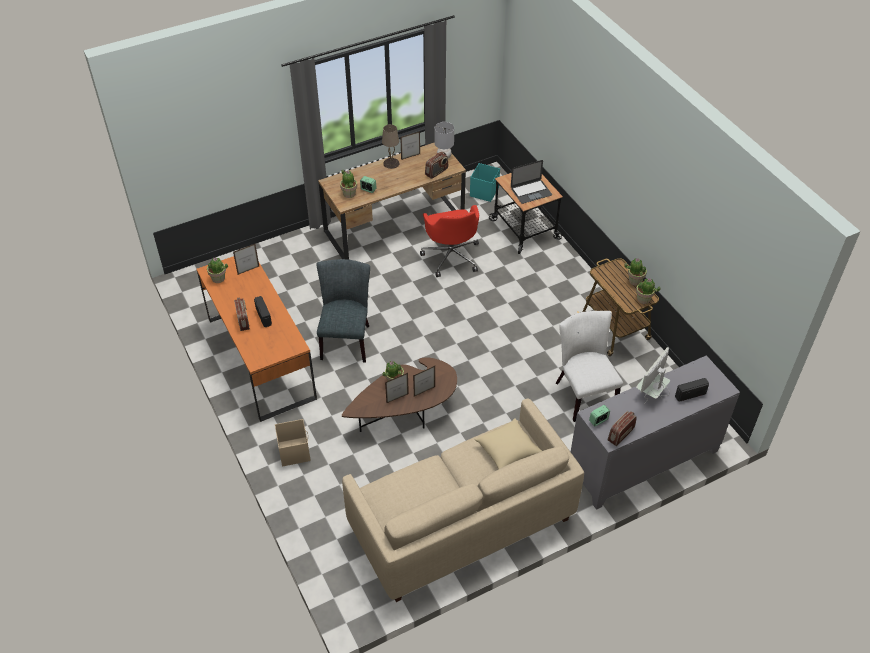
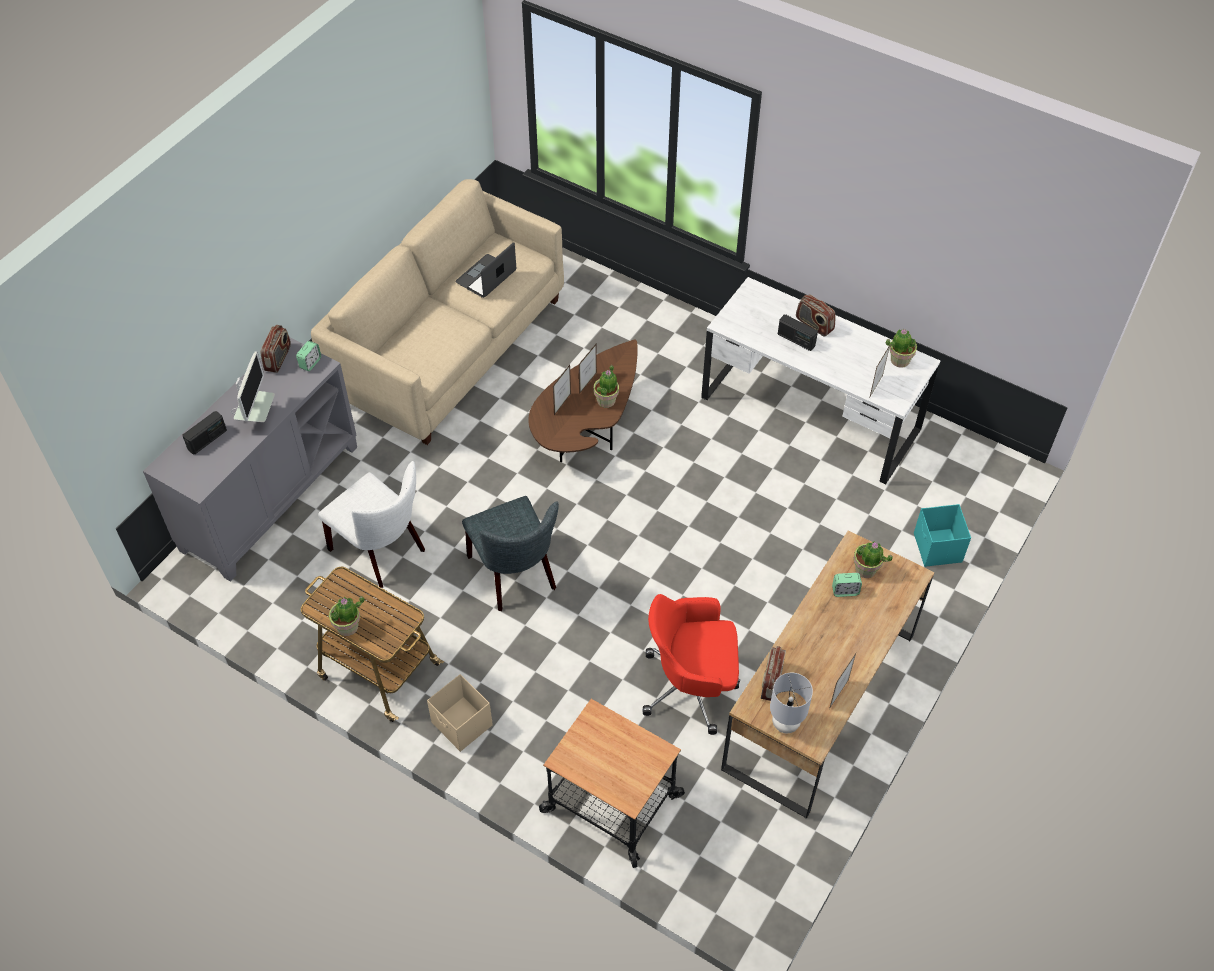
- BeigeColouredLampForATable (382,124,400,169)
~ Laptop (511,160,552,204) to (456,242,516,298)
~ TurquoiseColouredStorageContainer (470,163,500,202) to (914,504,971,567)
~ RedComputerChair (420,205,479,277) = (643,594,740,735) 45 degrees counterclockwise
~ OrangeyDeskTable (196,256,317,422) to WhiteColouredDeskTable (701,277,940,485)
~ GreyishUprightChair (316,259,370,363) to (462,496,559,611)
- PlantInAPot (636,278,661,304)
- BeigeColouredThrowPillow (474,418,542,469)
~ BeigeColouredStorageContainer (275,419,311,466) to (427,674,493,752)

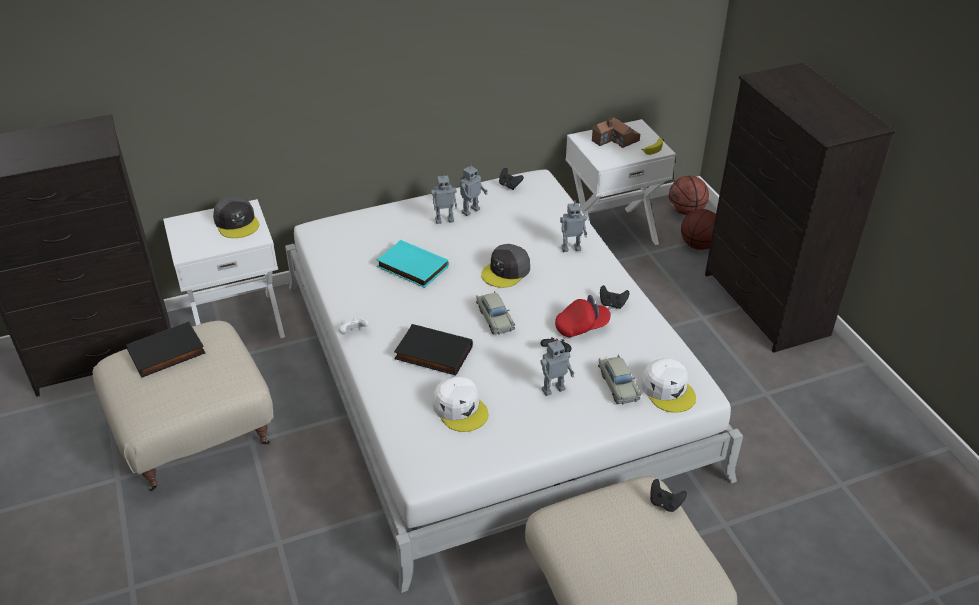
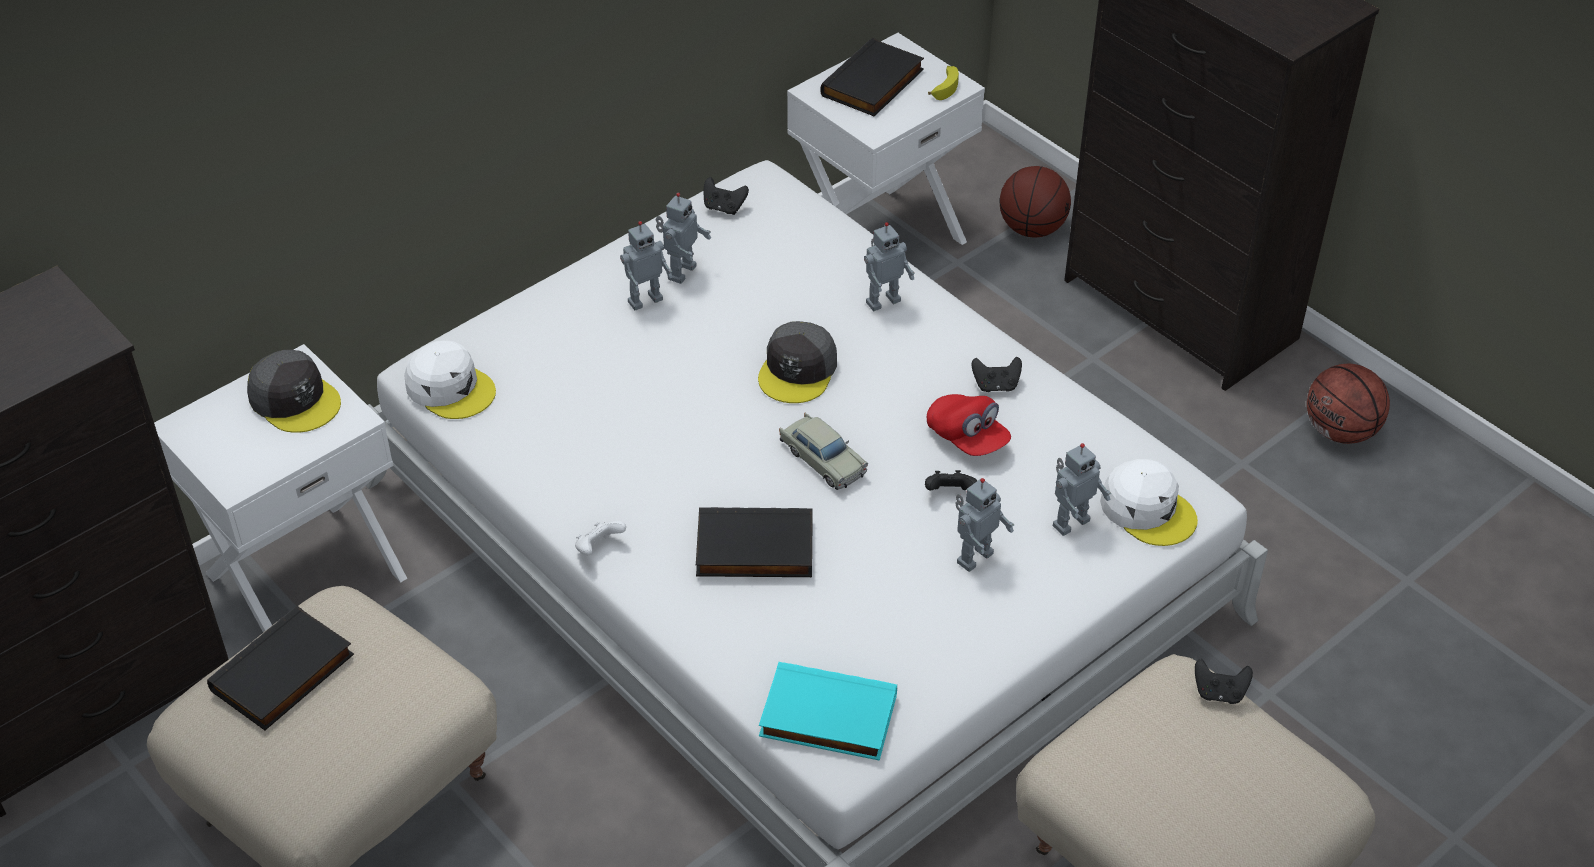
~ MiniatureHouse (591,117,640,148) to BlackBook (820,38,924,116)
~ Basketball (669,176,709,215) to (1307,364,1390,444)
~ TurquoiseColouredBook (377,240,449,288) to (759,662,897,761)
~ RedBaseballCap (555,295,611,337) = (927,394,1011,456) 90 degrees clockwise
~ BeigeColouredModelCar (598,355,641,405) to RobotFigure (1053,443,1111,536)
~ WhiteColouredBaseballCap (432,376,488,432) to (404,340,496,419)

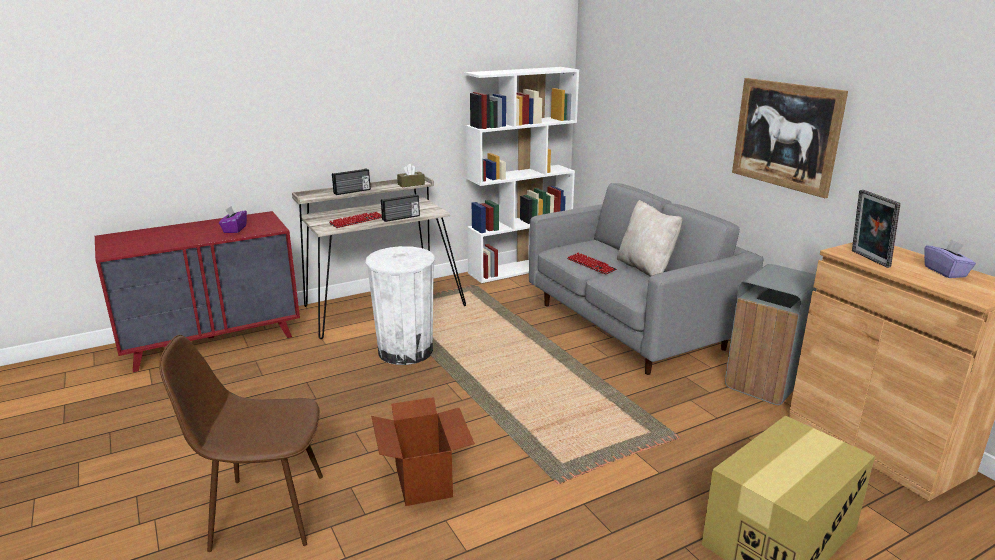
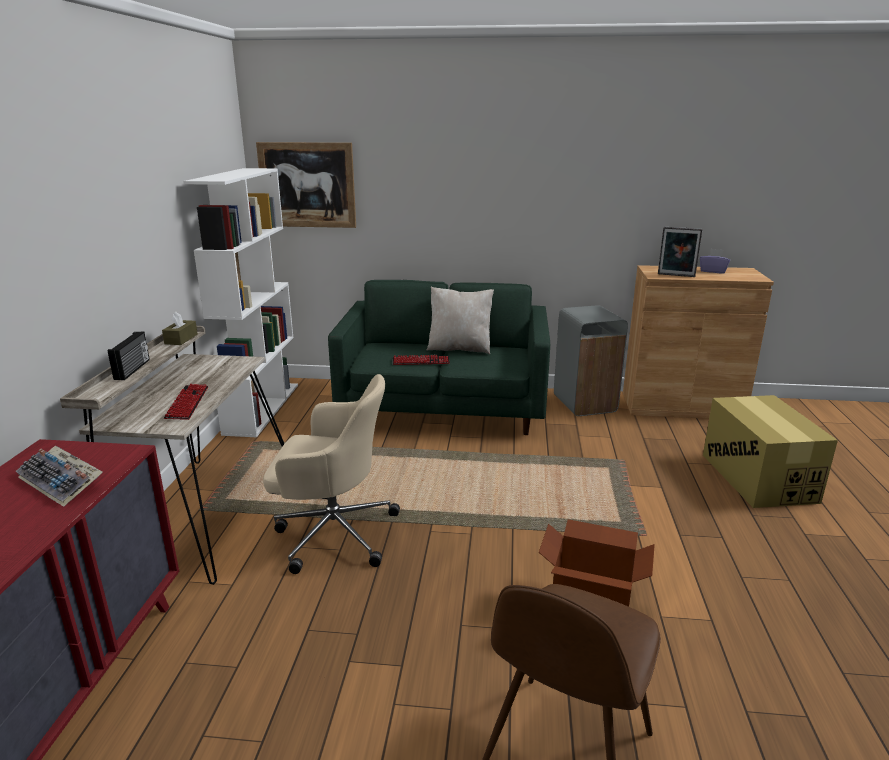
~ WallArt (732,78,848,198) to (256,142,356,228)
~ GreyishCouch (529,183,764,375) to GreenishCouch (328,280,550,435)
- RadioSet (381,194,420,222)
~ PurpleTissueBox (219,206,247,233) to ComputerKeyboard (16,446,103,507)
~ WhiteColouredRubbishBin (366,246,435,365) to BeigeColouredComputerChair (263,374,400,574)

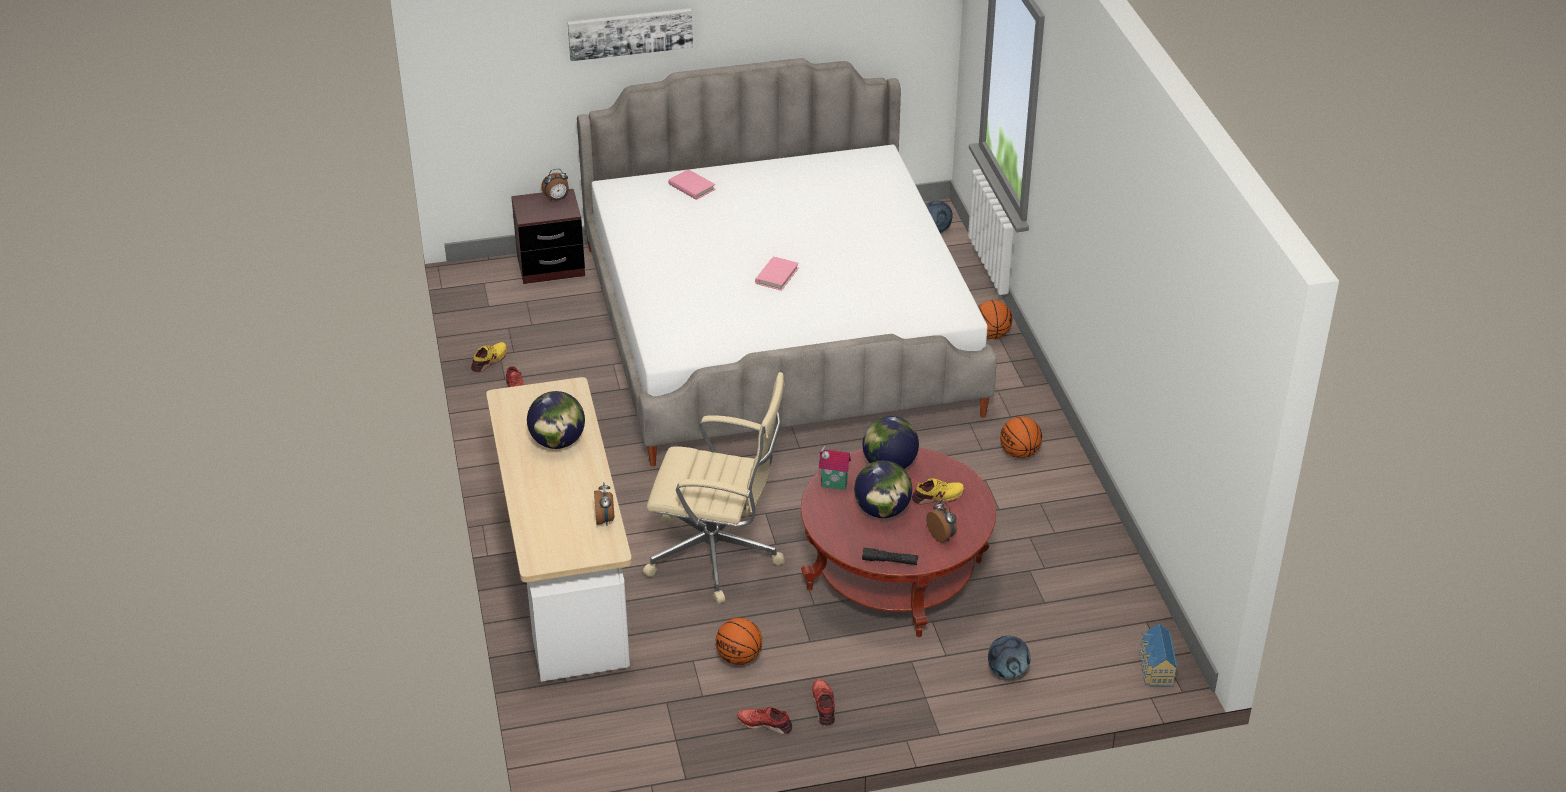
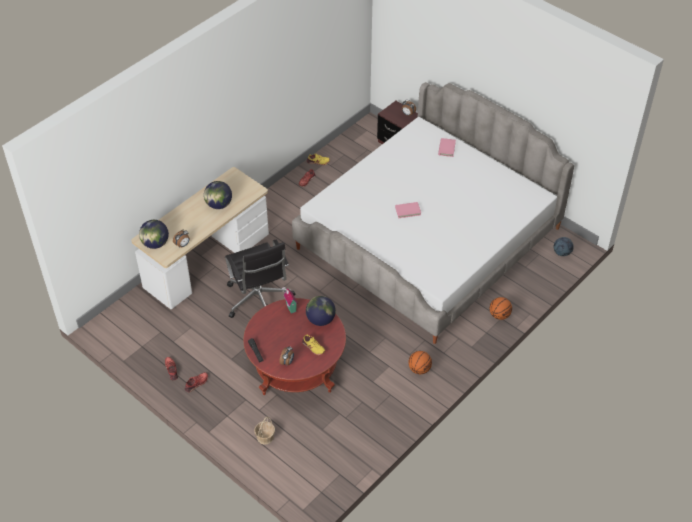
- WallArt (568,8,693,61)
~ BeigeColouredComputerChair (643,372,785,604) to BlackComputerChair (225,239,295,318)
~ Globe (854,460,912,518) to (139,220,169,249)
- Basketball (716,618,762,665)
- MiniatureHouse (1139,623,1177,687)
~ FootballBall (988,636,1031,679) to StorageBasket (254,417,275,445)

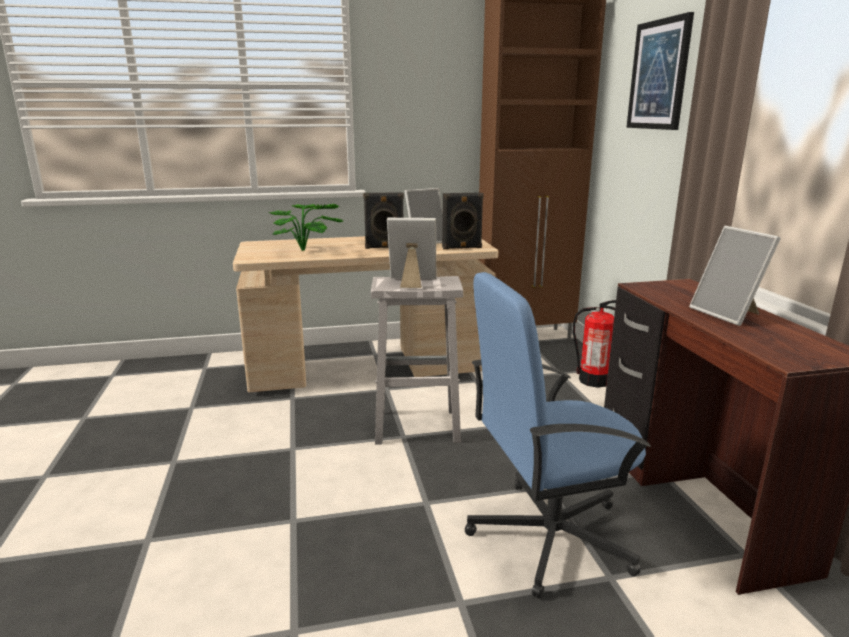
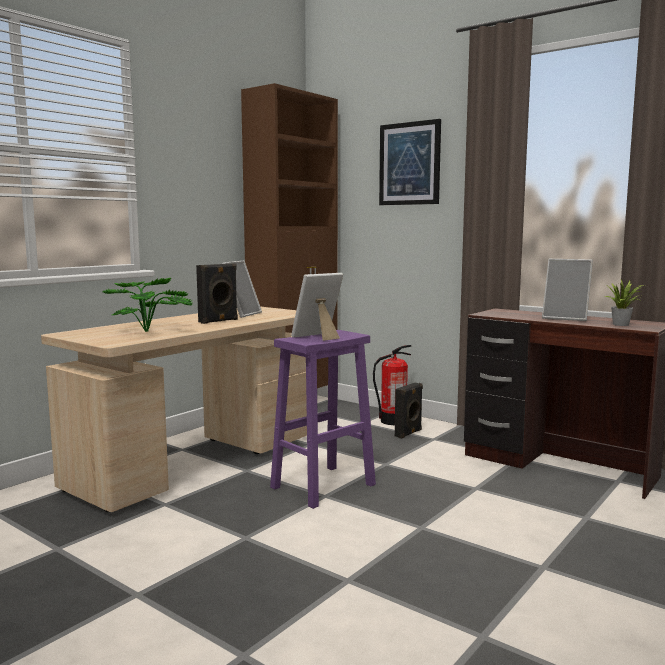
~ BlackAudioSpeaker (442,192,484,249) to (395,383,423,439)
- BlueComputerChair (465,272,651,598)
~ WhiteColouredStoolSeat (371,276,463,444) to PurpleStoolSeat (270,330,376,509)
+ PlantInAPot (603,280,644,326)

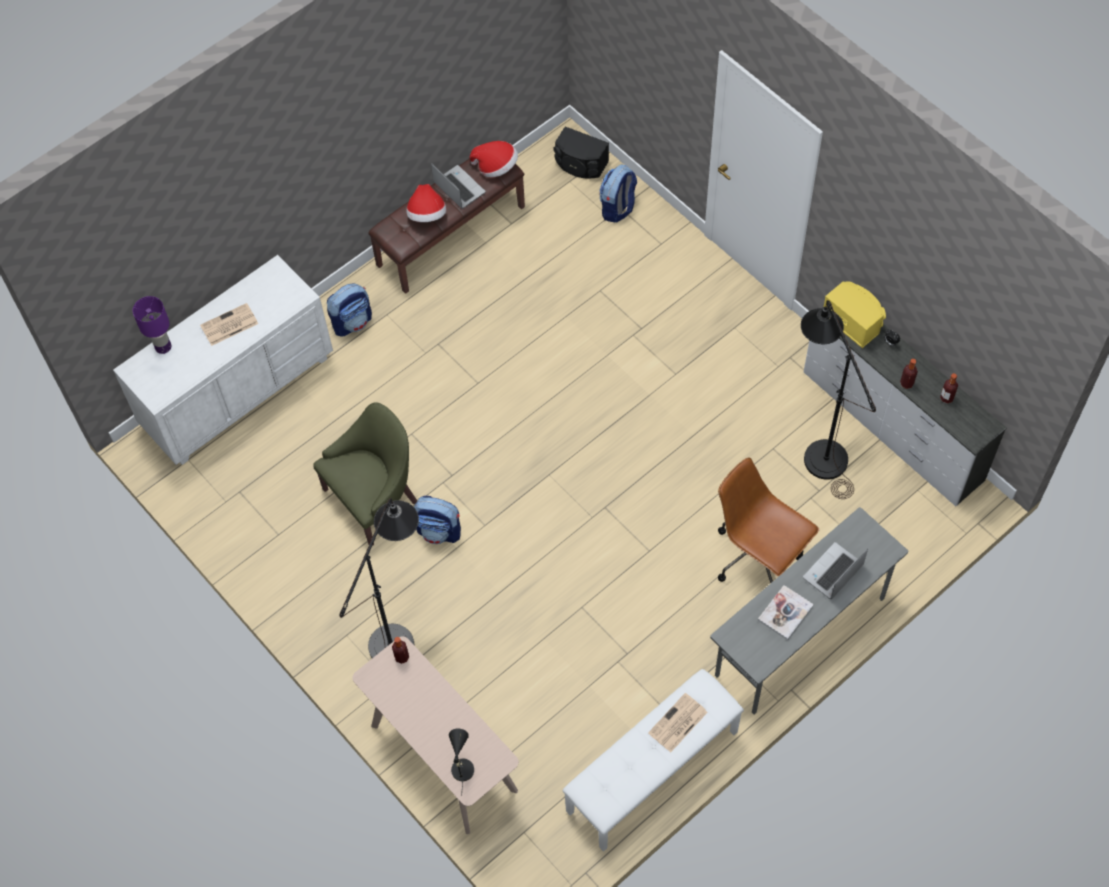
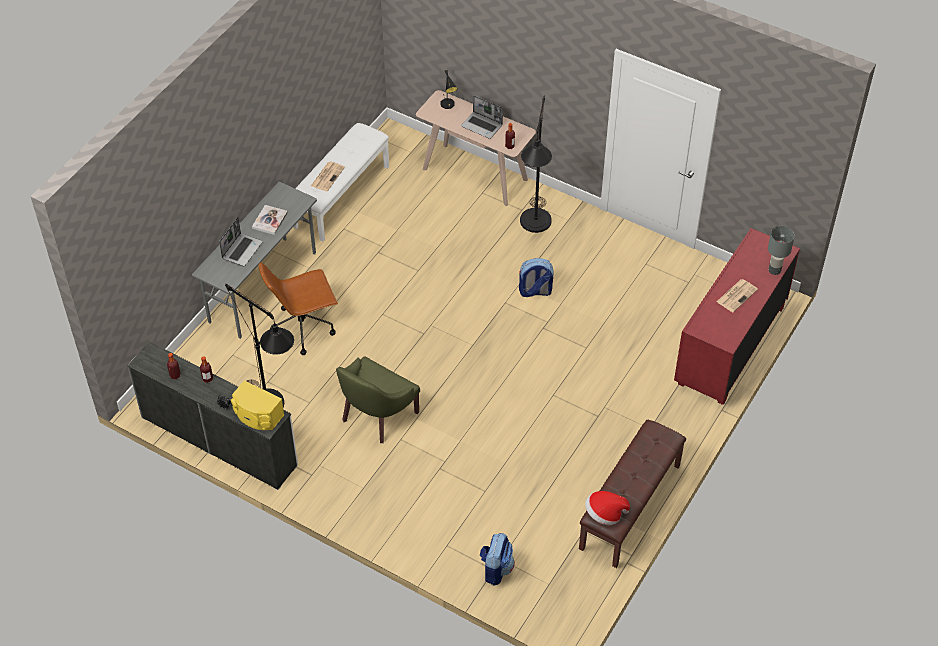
- BlackAudioSpeaker (553,126,609,179)
~ Laptop (431,163,486,209) to (461,95,503,139)
- Hat (406,184,447,222)
~ WhiteColouredDrawerChest (113,255,333,465) to RedDrawerChest (674,228,800,405)
- Knapsack (327,283,372,337)
~ PurpleLampForATable (133,296,171,354) to GreyishLampForATable (768,226,795,275)
~ GreenishEasyChair (313,402,417,546) to (336,357,420,443)
~ BrownishComputerChair (718,457,819,584) = (259,262,338,355) 135 degrees clockwise

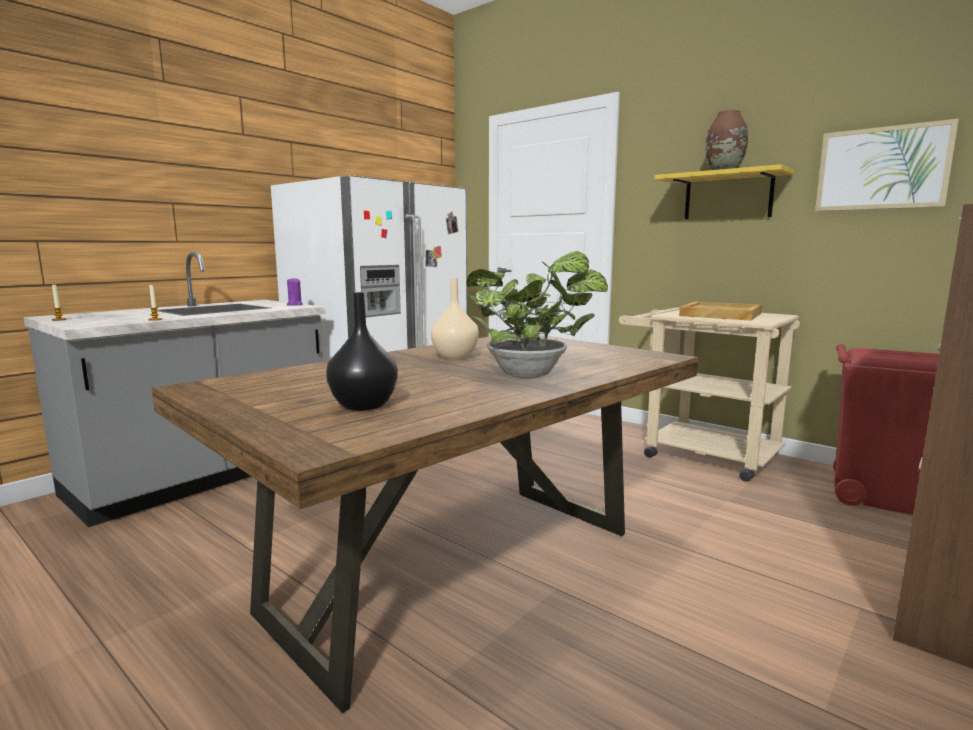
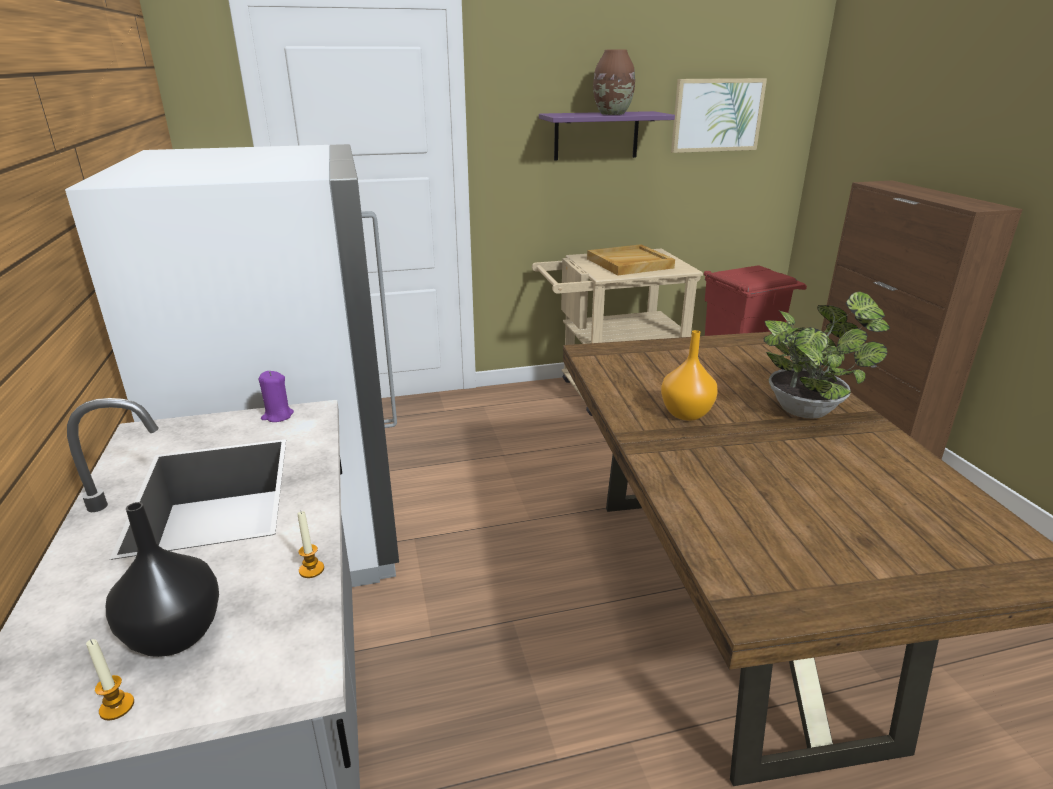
~ YellowColouredShelf (654,164,794,220) to PurpleShelf (539,111,675,160)
~ BeigeColouredFlowerVase (431,278,479,359) to OrangeyFlowerVase (661,330,718,421)
~ BlackFlowerVase (326,292,398,411) to (106,502,219,657)

